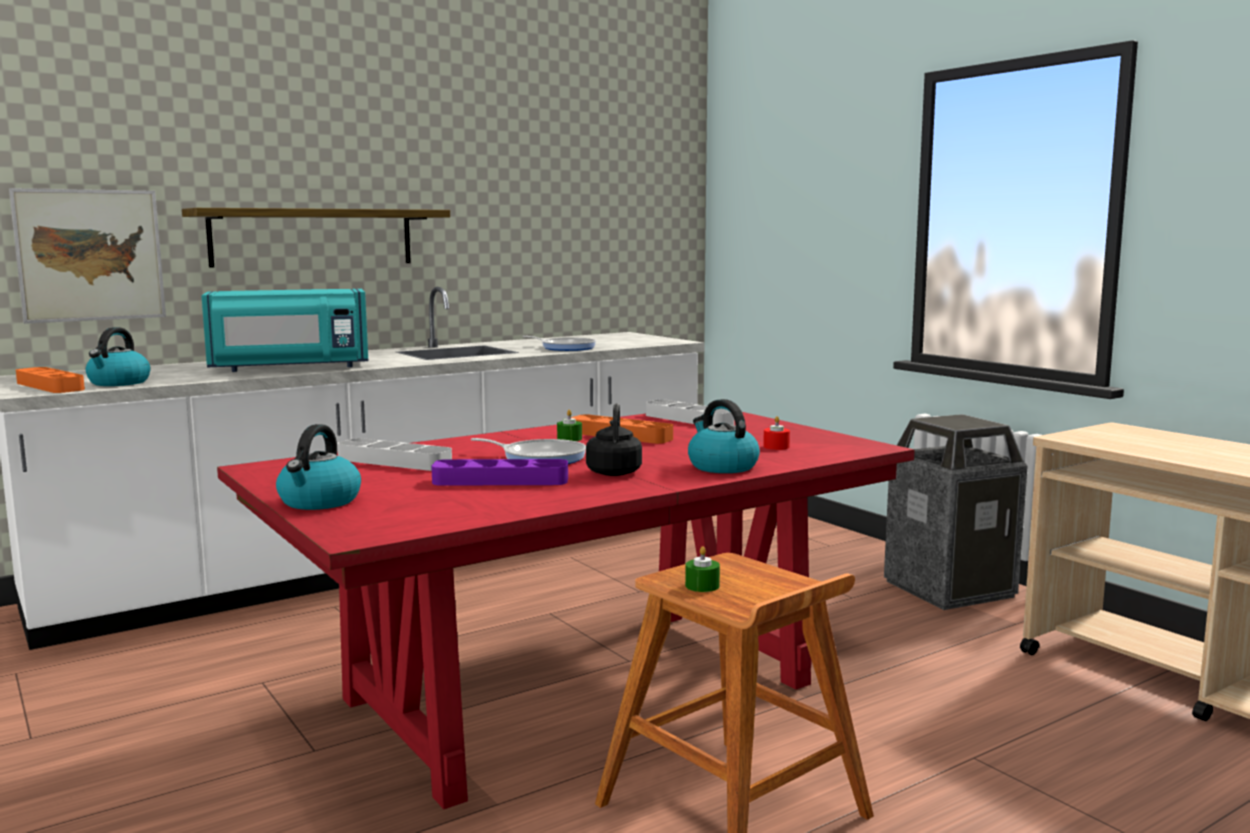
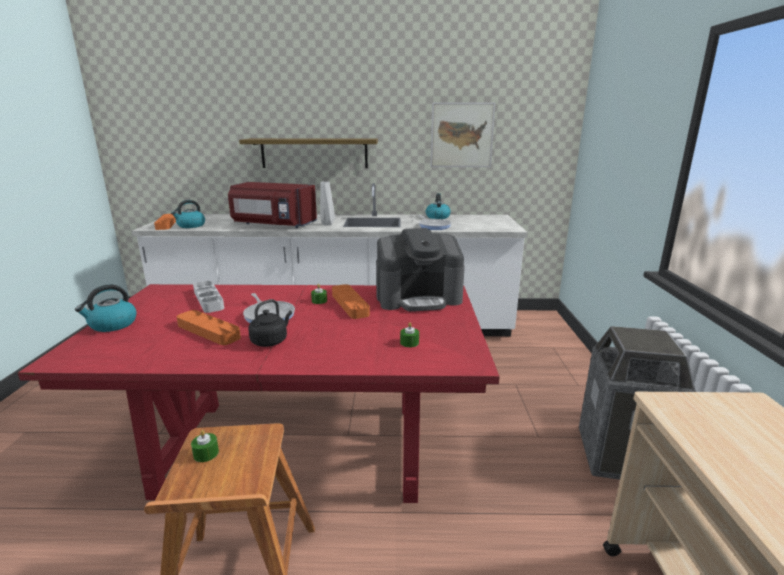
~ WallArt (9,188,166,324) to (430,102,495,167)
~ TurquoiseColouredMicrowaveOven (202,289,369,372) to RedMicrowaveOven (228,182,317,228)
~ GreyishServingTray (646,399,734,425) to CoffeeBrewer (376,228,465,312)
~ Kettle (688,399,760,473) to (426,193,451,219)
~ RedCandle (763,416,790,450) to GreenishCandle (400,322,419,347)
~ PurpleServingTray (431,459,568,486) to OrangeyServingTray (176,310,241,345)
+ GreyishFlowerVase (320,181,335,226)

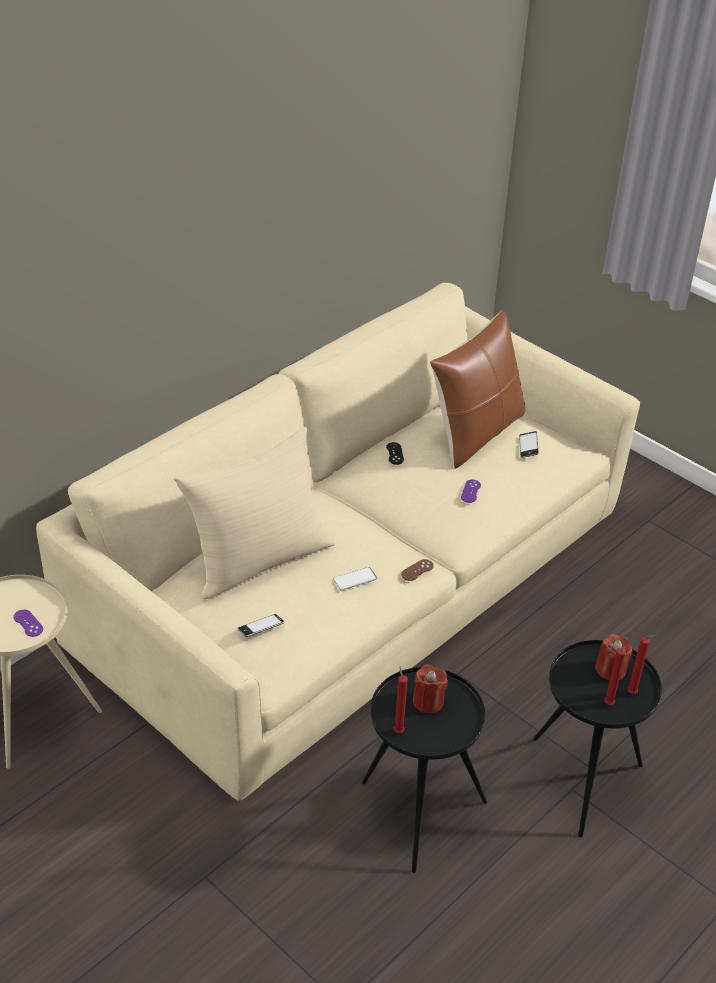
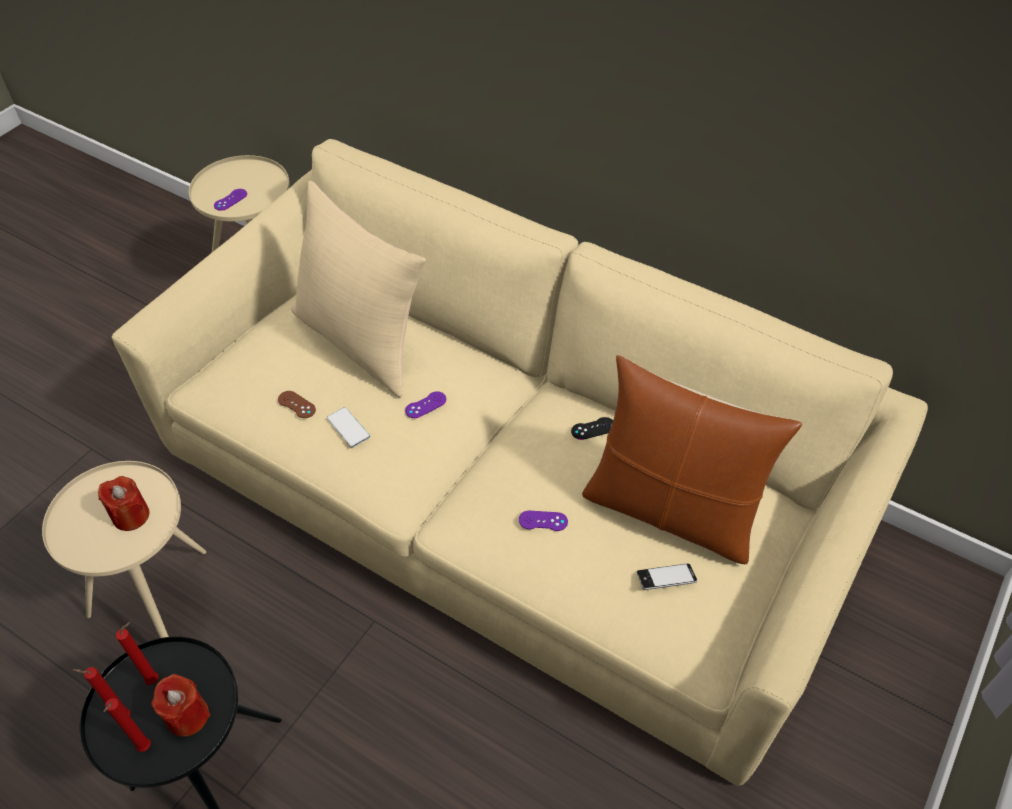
~ BrownishJoypad (401,559,434,581) to (278,391,316,418)
- Telephone (238,614,284,637)
~ RedCandle (394,666,408,733) to (116,622,158,685)
~ BlackAccentTable (362,667,487,873) to BeigeColouredAccentTable (42,461,206,638)
+ PurpleJoypad (405,391,446,418)

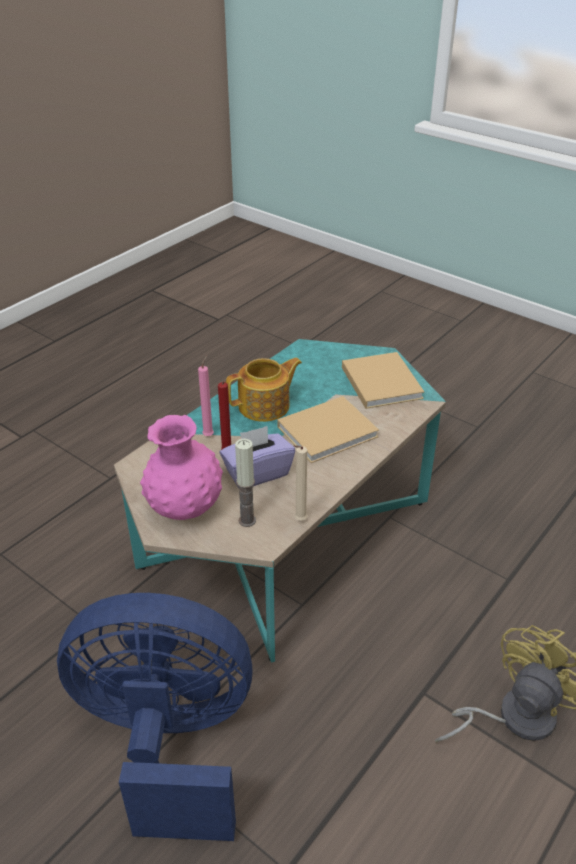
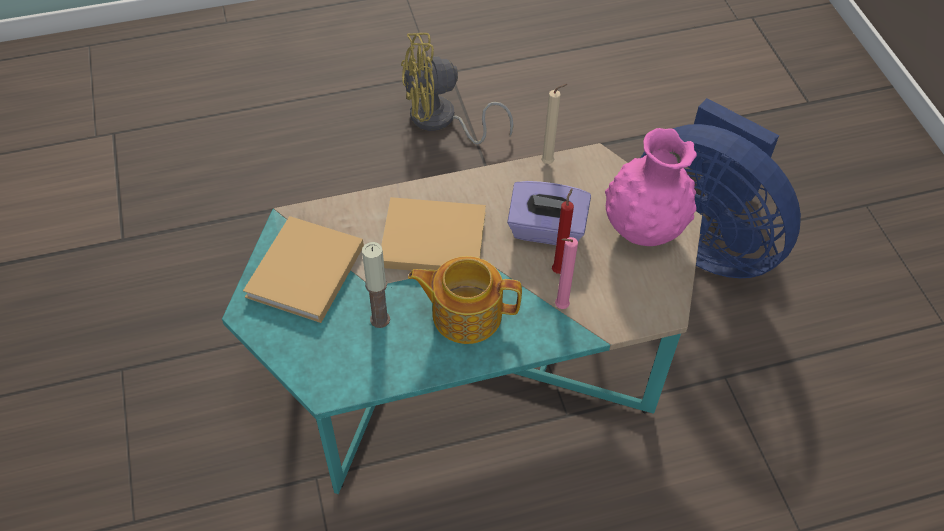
~ Candle (235,439,256,527) to (362,242,390,328)

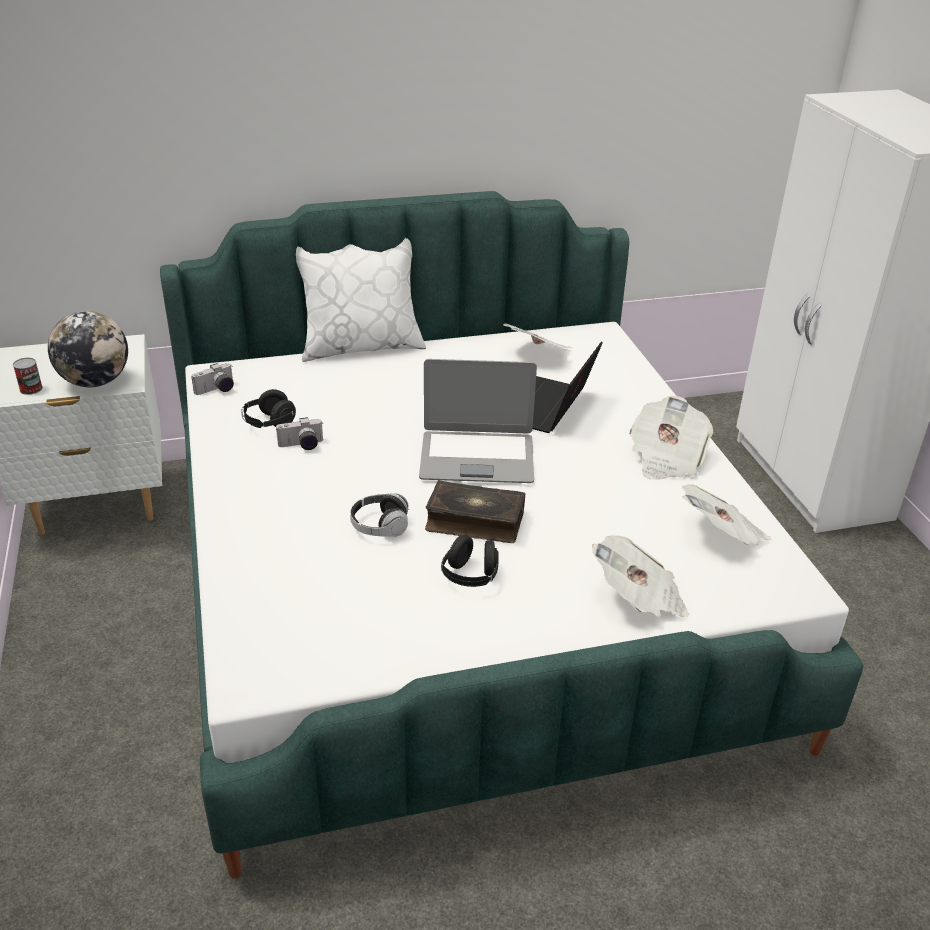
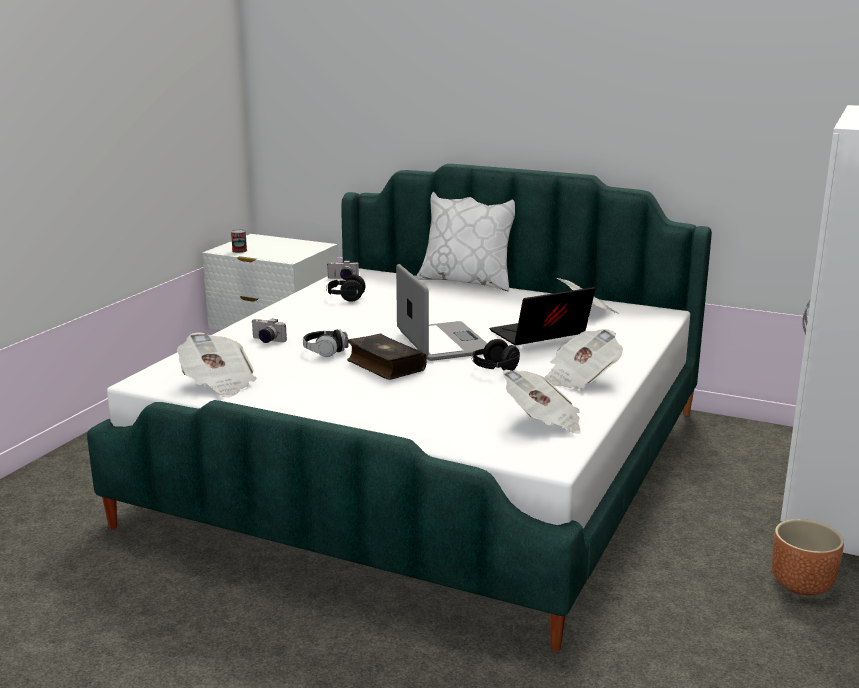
- Globe (48,311,128,387)
~ Laptop (419,359,537,483) = (396,264,487,361) 150 degrees counterclockwise
~ PhotoCamera (276,417,323,450) to (252,319,287,343)
~ BlackHeadphones (441,535,499,587) to (472,339,520,371)
~ Newspaper (592,535,690,617) to (177,332,256,398)
+ BrownishPlanter (772,519,844,595)

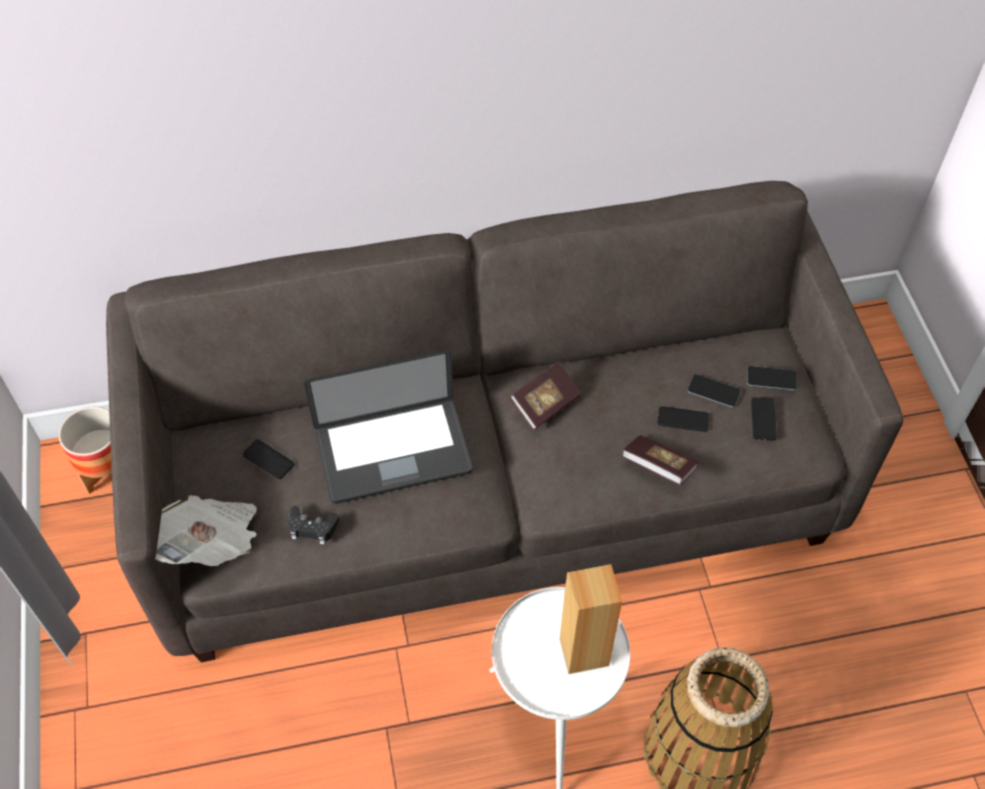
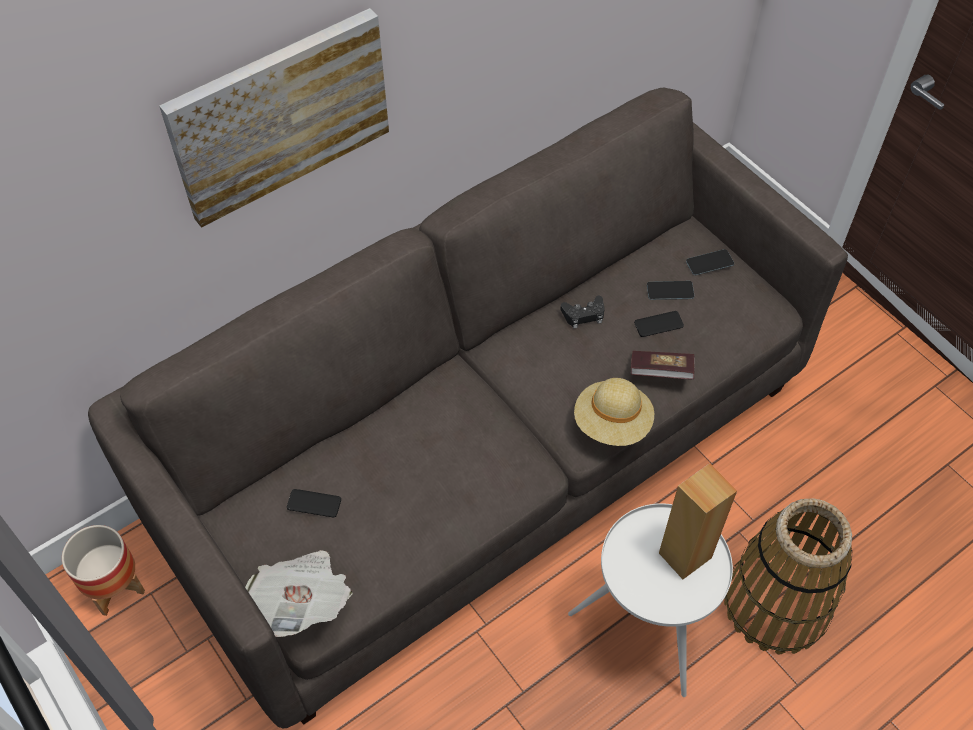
- Laptop (304,350,473,504)
- Book (509,361,581,430)
- Telephone (751,397,777,441)
~ BlackJoypad (288,506,339,545) to (560,296,605,329)
+ WallArt (159,8,389,228)
+ BeigeColouredHat (574,378,654,446)

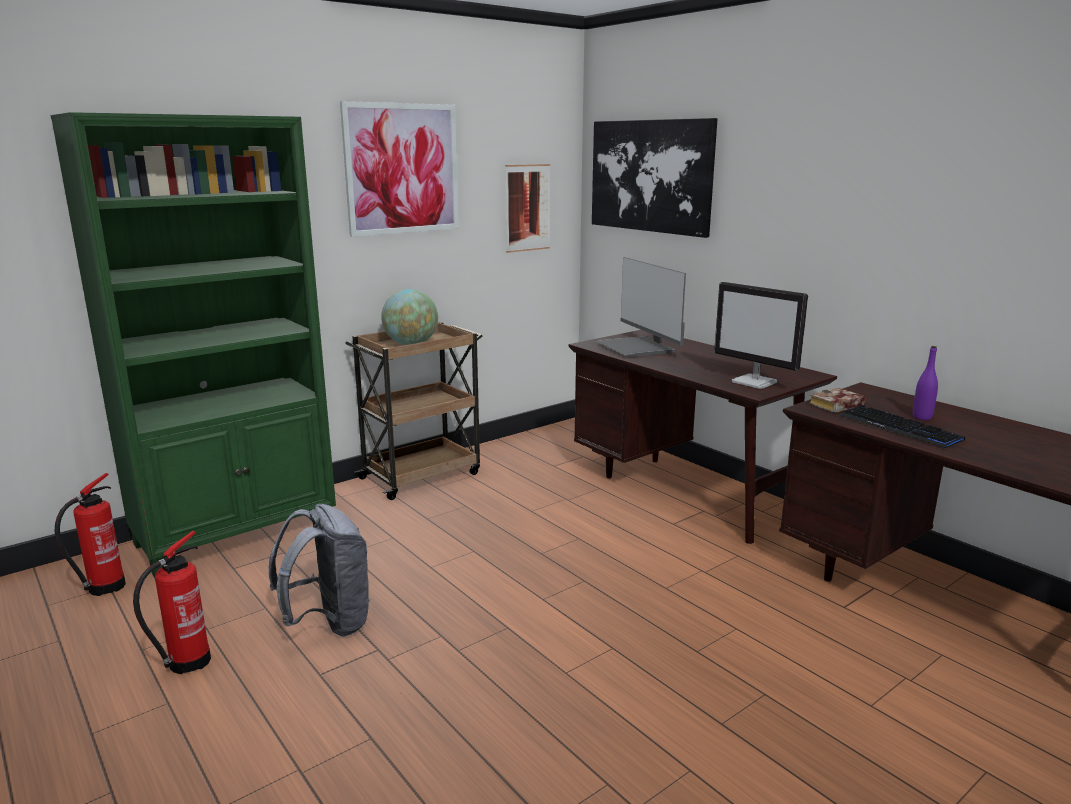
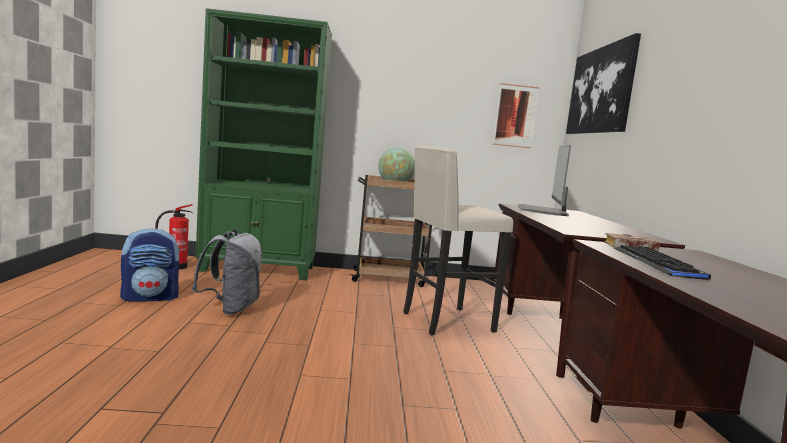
- WallArt (340,101,459,237)
- Monitor (714,282,808,389)
- PurpleBeverageBottle (913,346,938,420)
~ FireFightingCylinder (133,531,211,674) to Knapsack (120,228,181,302)
+ BeigeColouredStoolSeat (403,146,513,336)

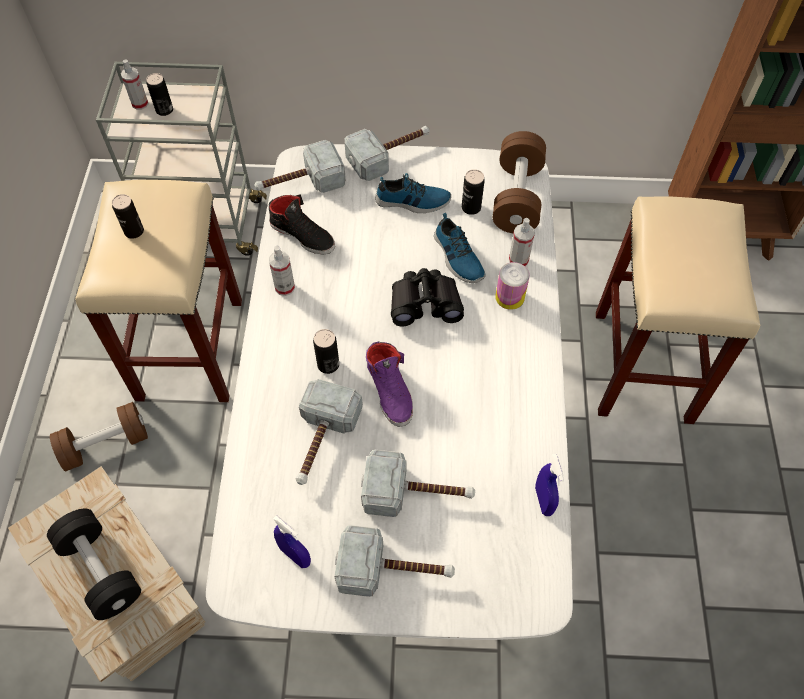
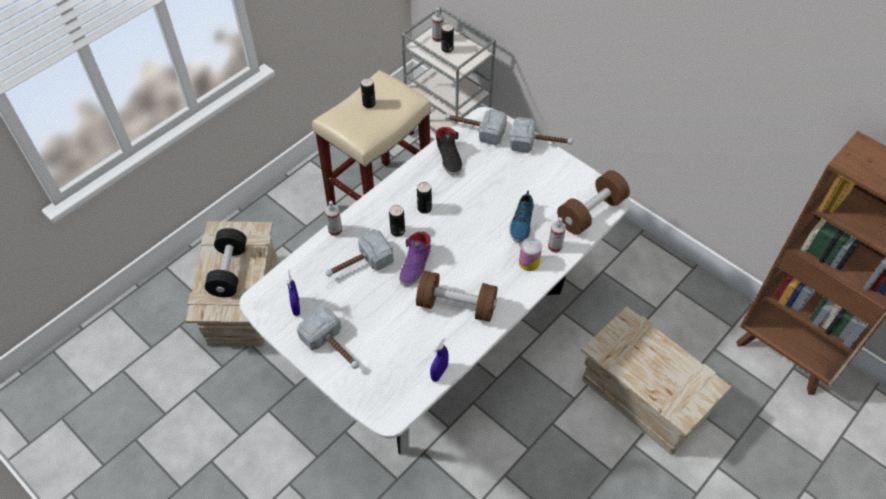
~ MetalCan (462,169,485,215) to (417,182,432,213)
- LowShoe (375,173,451,213)
~ BeigeColouredStoolSeat (596,196,760,424) to PackingCrate (581,306,731,455)
~ Sprayer (269,246,295,296) to (325,201,342,236)
- BlackBinoculars (391,268,464,327)
~ BrownishHandWeight (50,402,148,471) to (416,271,498,322)
- ToolHammer (361,450,475,517)

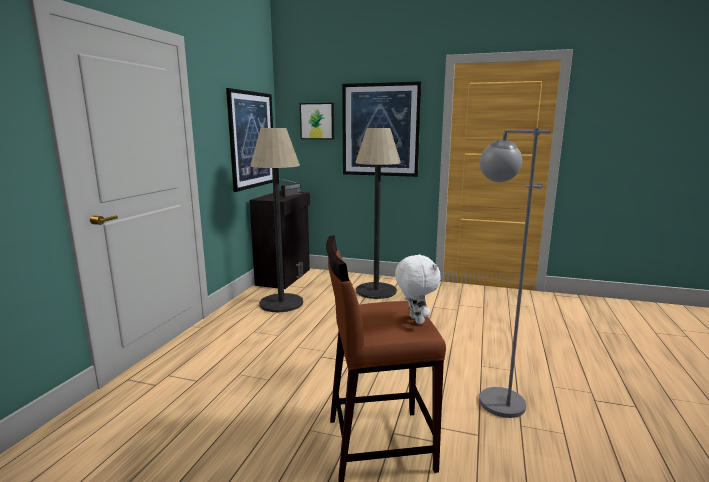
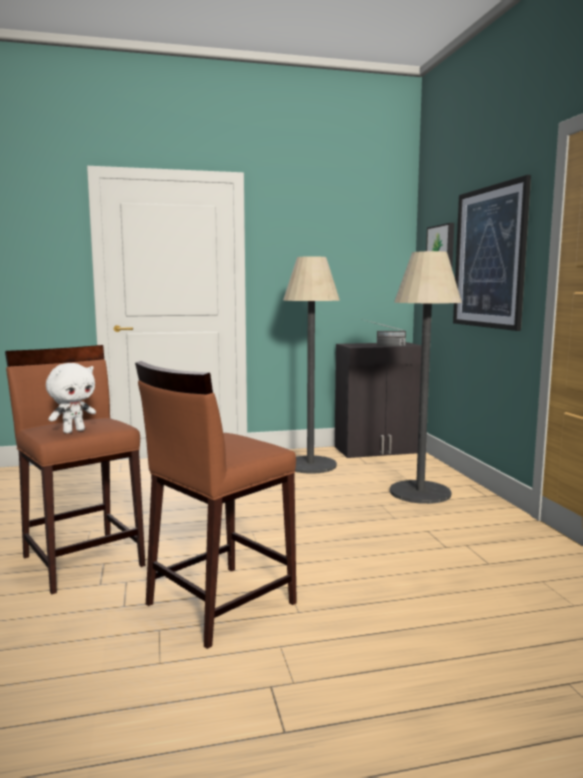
- WallArt (226,88,273,192)
~ GreyishStandingLamp (479,128,551,418) to BrownishStoolSeat (135,361,297,649)

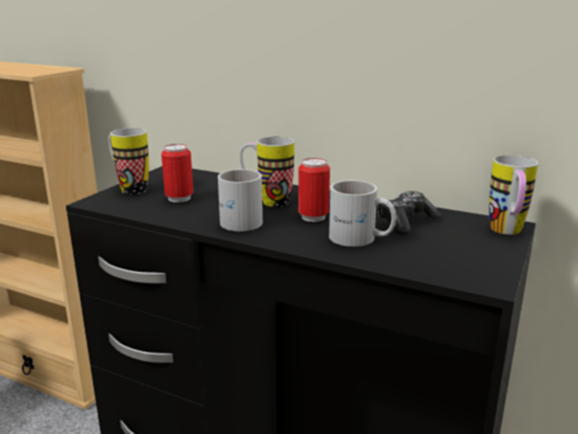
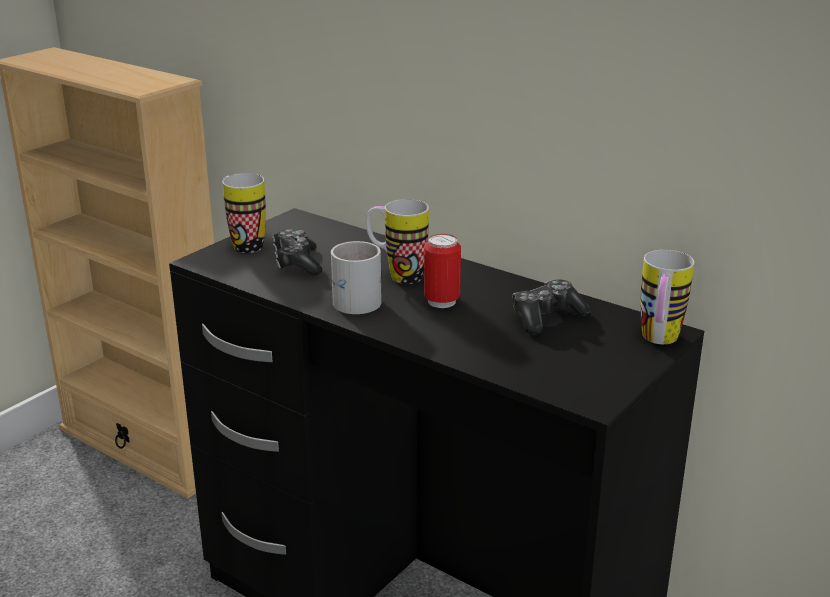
~ MetalCan (161,144,193,203) to Joypad (272,229,322,276)
- WhiteColouredMug (329,180,396,247)

